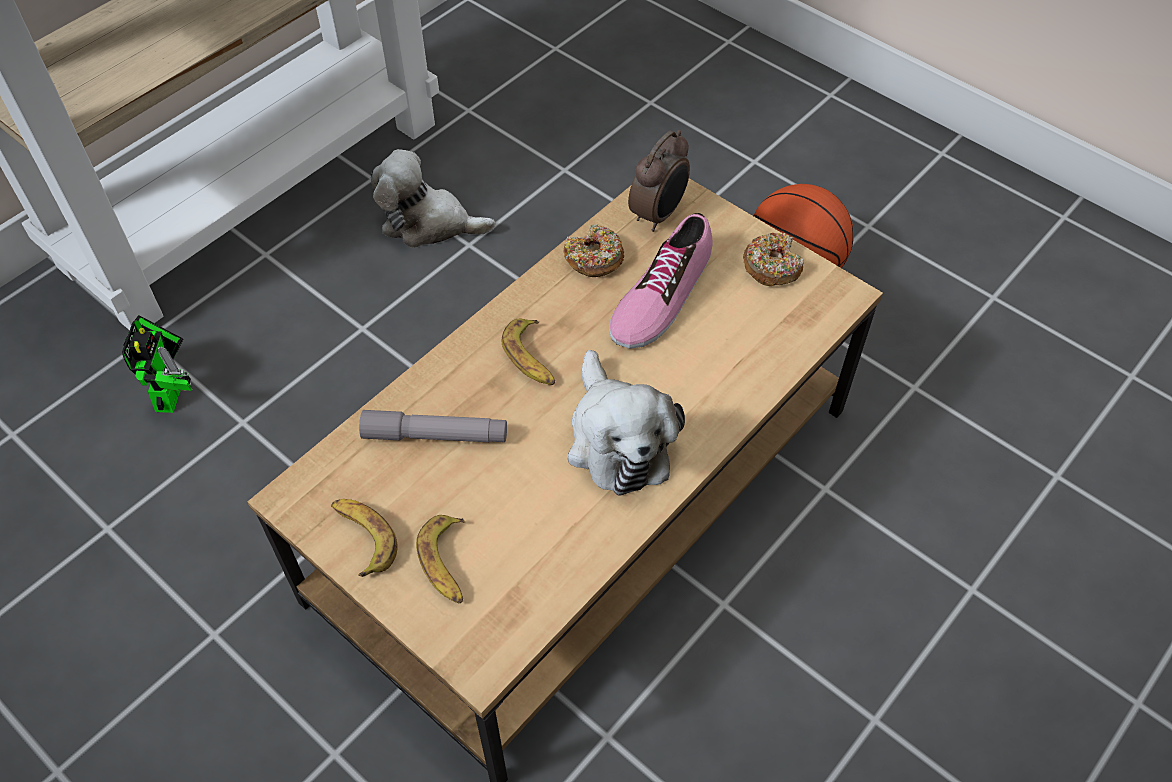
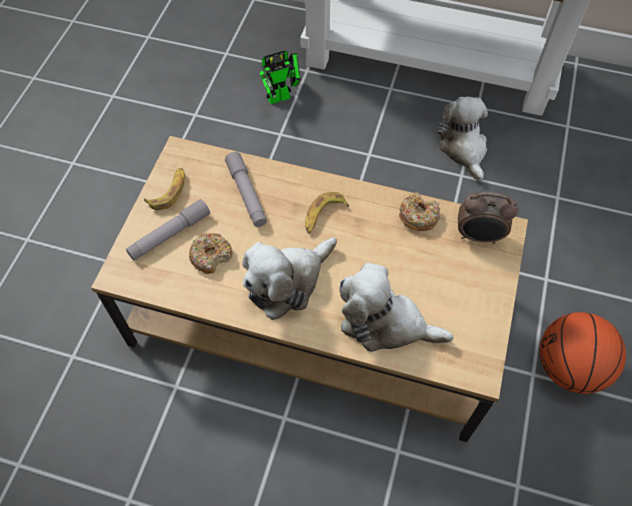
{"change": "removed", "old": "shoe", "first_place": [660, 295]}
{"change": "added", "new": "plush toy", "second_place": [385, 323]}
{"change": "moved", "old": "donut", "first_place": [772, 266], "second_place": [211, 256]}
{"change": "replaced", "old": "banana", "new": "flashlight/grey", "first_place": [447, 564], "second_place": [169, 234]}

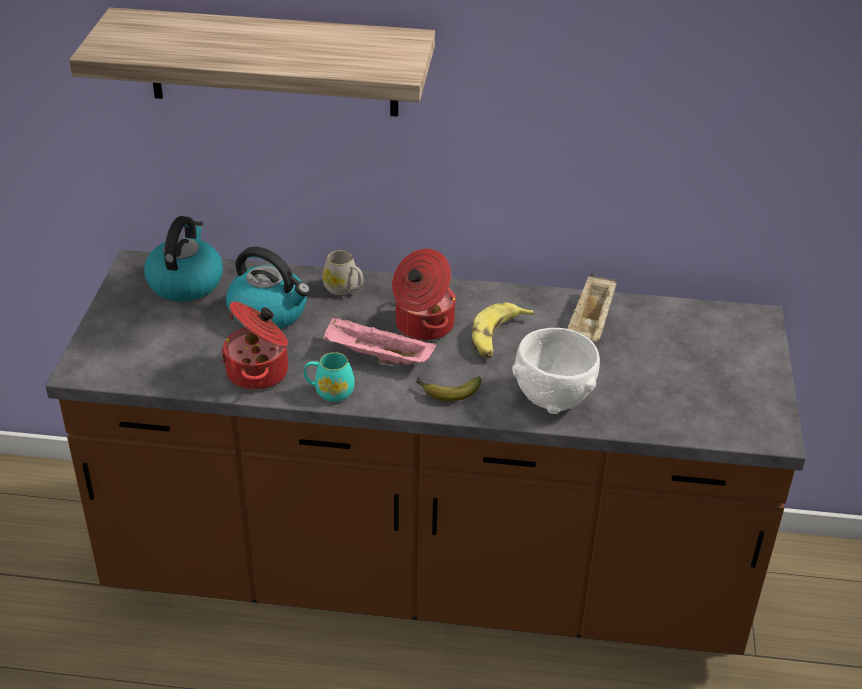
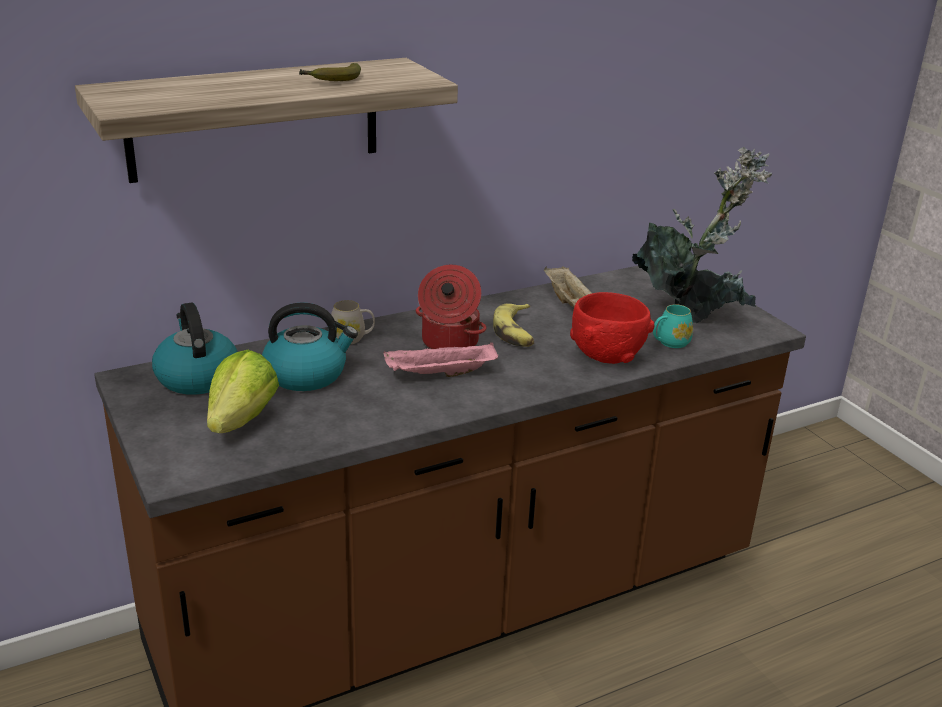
{"change": "removed", "old": "cooking pot", "first_place": [259, 372]}
{"change": "added", "new": "lettuce", "second_place": [241, 420]}
{"change": "added", "new": "potted plant", "second_place": [692, 313]}
{"change": "moved", "old": "mug/turquoise", "first_place": [329, 391], "second_place": [669, 343]}
{"change": "moved", "old": "banana", "first_place": [446, 392], "second_place": [332, 80]}
{"change": "recoloured", "old": "bowl/white", "new": "bowl/red", "first_place": [553, 398], "second_place": [606, 356]}

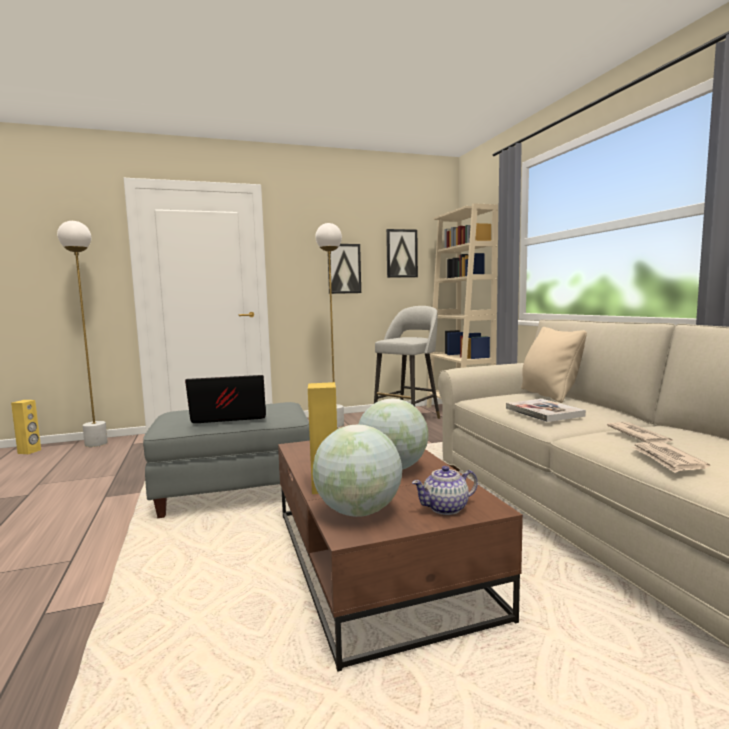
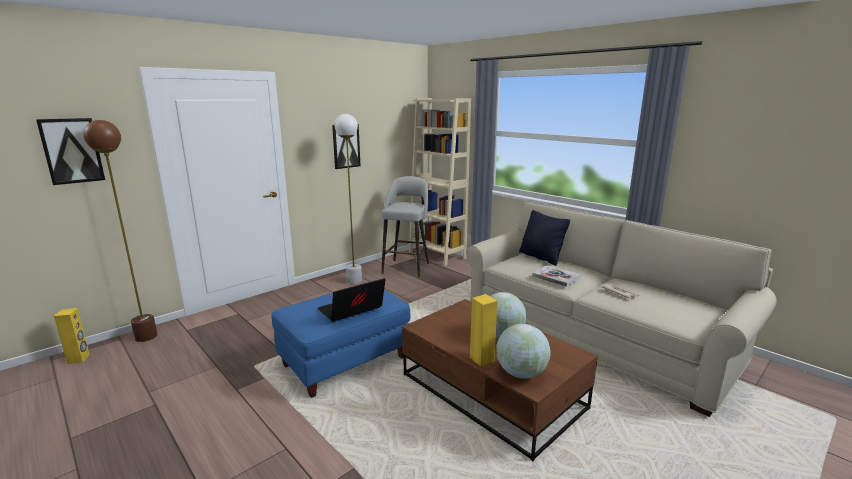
{"change": "removed", "old": "teapot", "first_place": [446, 508]}
{"change": "removed", "old": "newspaper", "first_place": [667, 459]}
{"change": "moved", "old": "picture", "first_place": [401, 253], "second_place": [72, 151]}
{"change": "recoloured", "old": "floor lamp/white", "new": "floor lamp/brown", "first_place": [96, 444], "second_place": [146, 337]}
{"change": "recoloured", "old": "ottoman/grey", "new": "ottoman/blue", "first_place": [235, 493], "second_place": [345, 362]}
{"change": "recoloured", "old": "pillow/beige", "new": "pillow/black", "first_place": [549, 395], "second_place": [541, 257]}

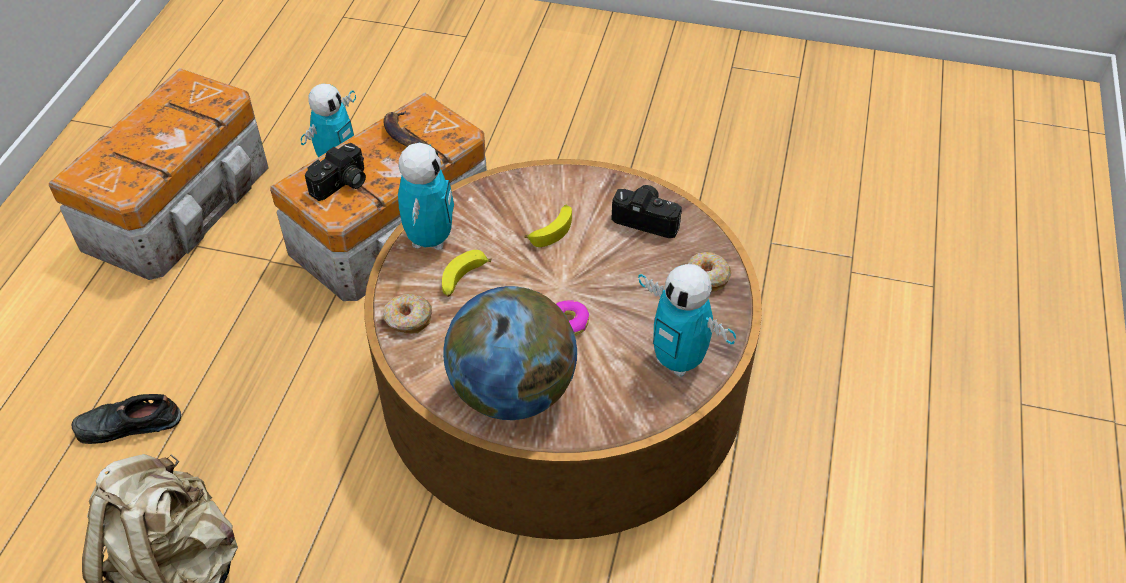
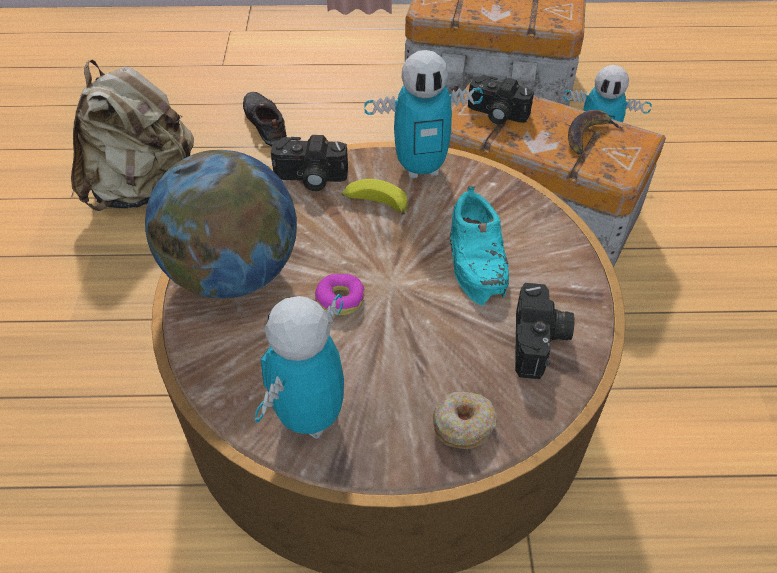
{"change": "replaced", "old": "donut", "new": "photo camera", "first_place": [408, 319], "second_place": [310, 179]}
{"change": "replaced", "old": "banana", "new": "shoe/turquoise", "first_place": [552, 229], "second_place": [478, 257]}

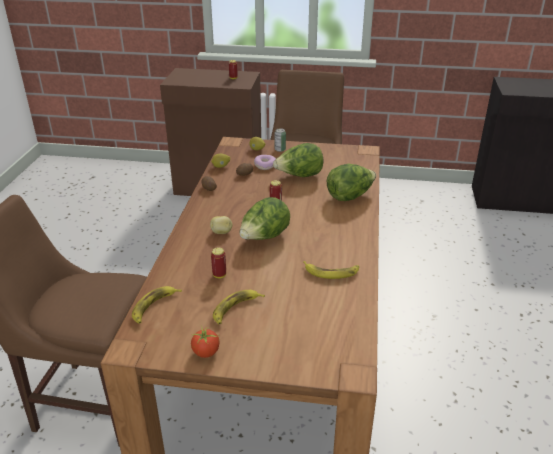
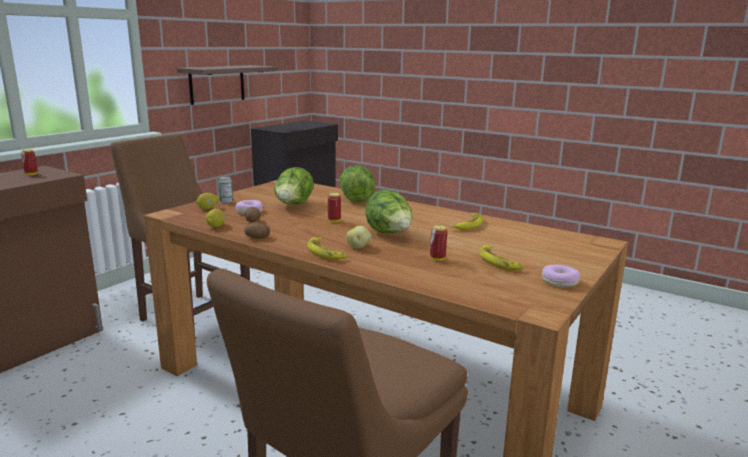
{"change": "added", "new": "shelf", "second_place": [217, 84]}
{"change": "moved", "old": "banana", "first_place": [154, 307], "second_place": [326, 252]}
{"change": "replaced", "old": "tomato", "new": "donut", "first_place": [206, 352], "second_place": [560, 282]}

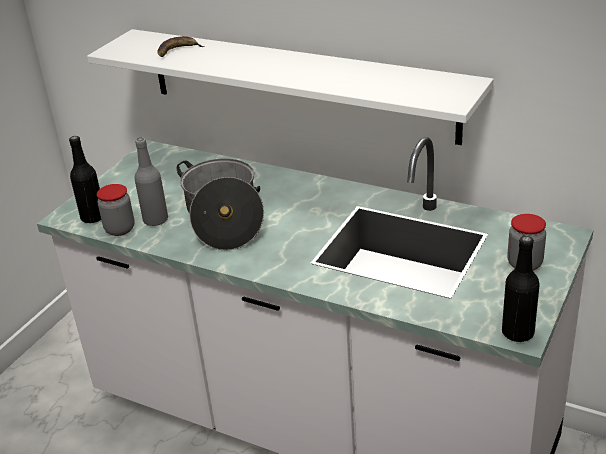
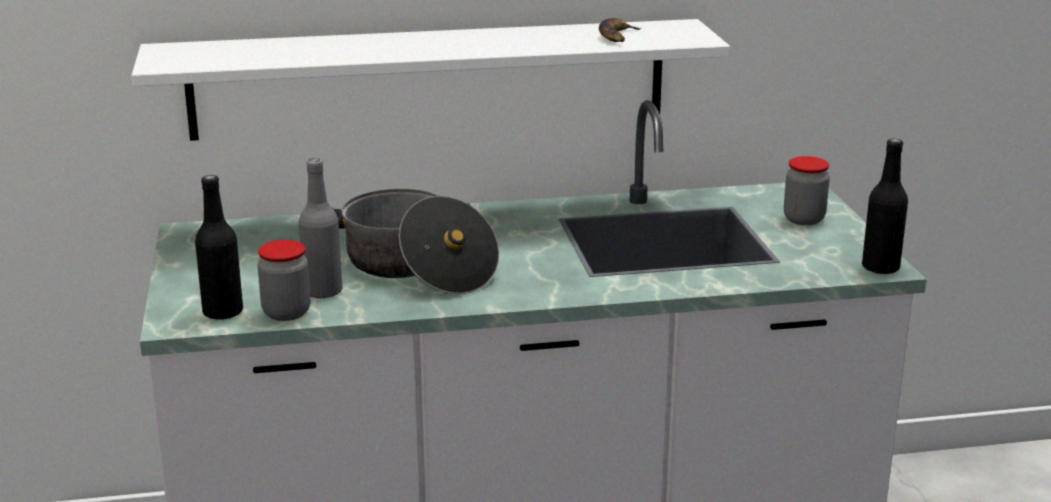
{"change": "moved", "old": "banana", "first_place": [177, 51], "second_place": [618, 36]}

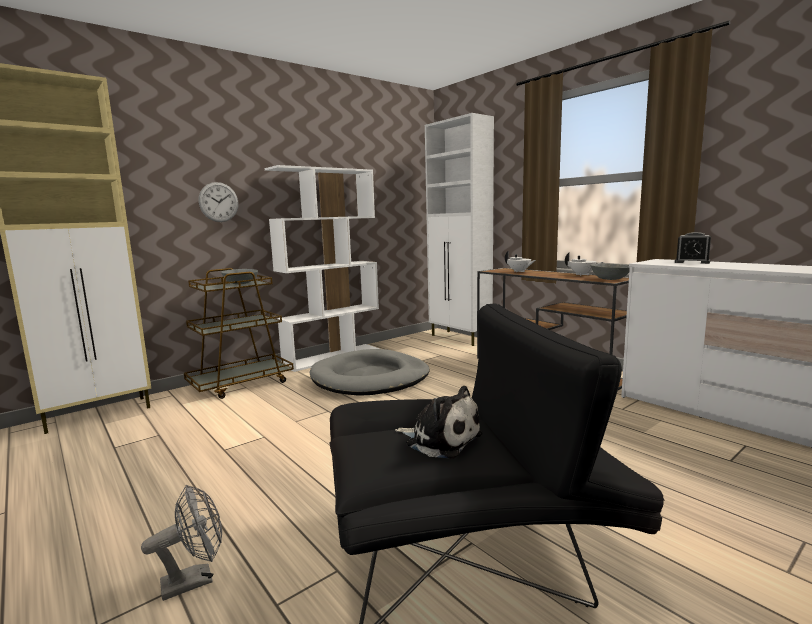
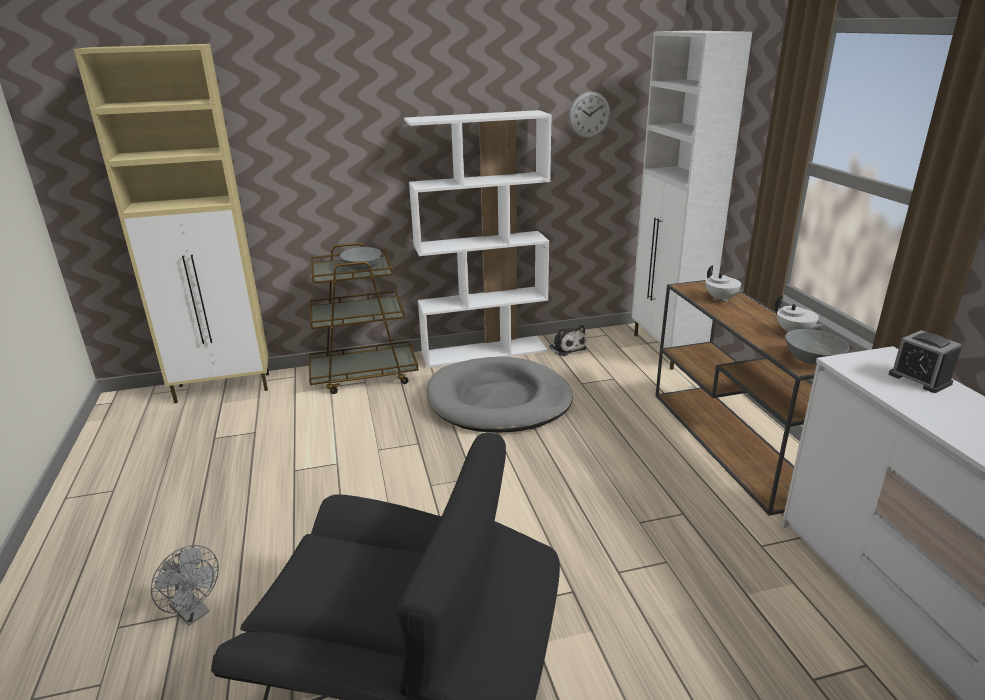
{"change": "moved", "old": "wall clock", "first_place": [218, 202], "second_place": [589, 115]}
{"change": "moved", "old": "plush toy", "first_place": [440, 439], "second_place": [566, 348]}
{"change": "turned", "old": "fan/grey", "first_place": [195, 579], "second_place": [194, 613], "degrees": 45}

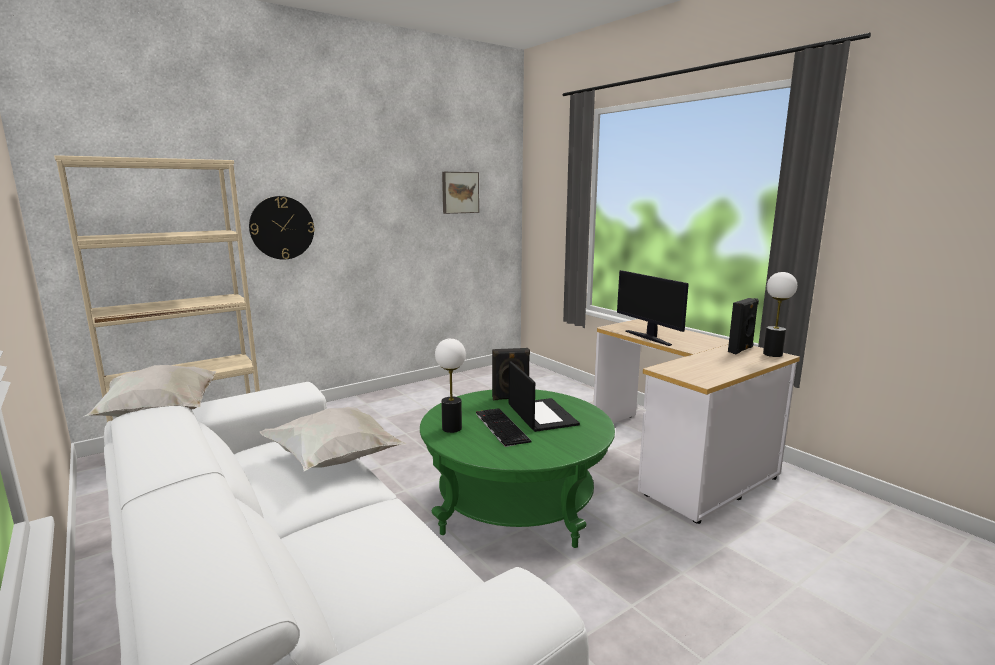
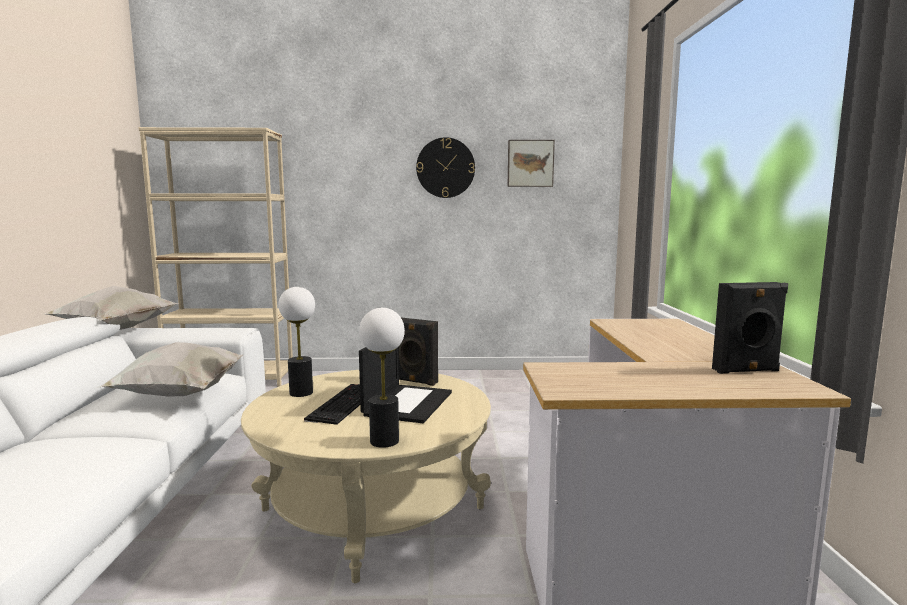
{"change": "removed", "old": "monitor", "first_place": [649, 337]}
{"change": "moved", "old": "wall clock", "first_place": [282, 228], "second_place": [445, 168]}
{"change": "moved", "old": "table lamp", "first_place": [772, 354], "second_place": [384, 441]}
{"change": "recoloured", "old": "coffee table/green", "new": "coffee table/beige", "first_place": [515, 503], "second_place": [372, 509]}

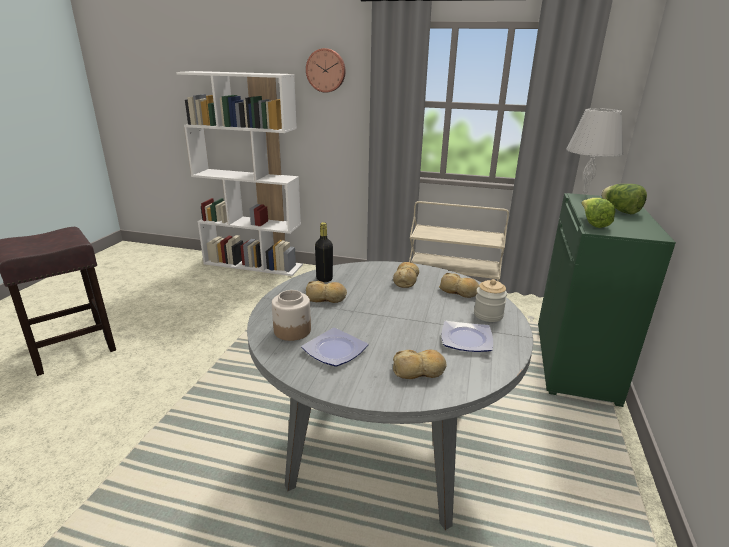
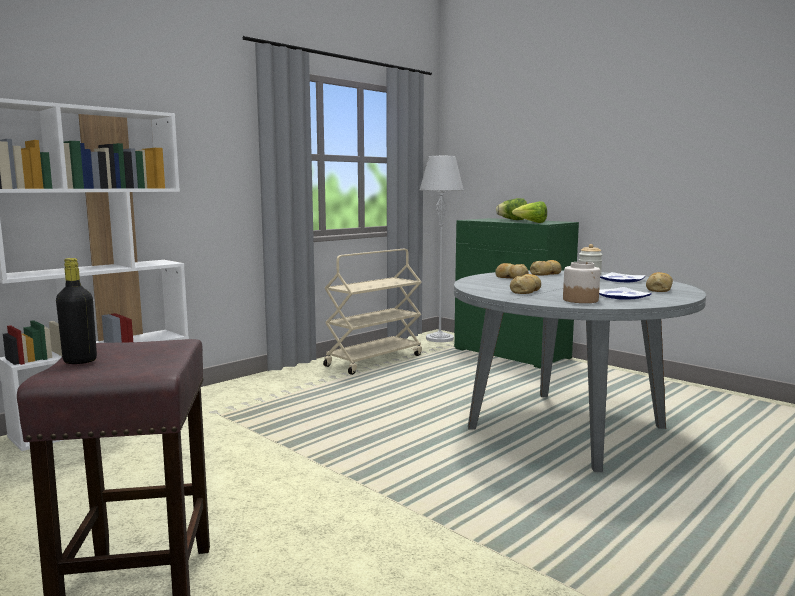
{"change": "removed", "old": "wall clock", "first_place": [326, 70]}
{"change": "moved", "old": "bottle/black", "first_place": [324, 279], "second_place": [80, 361]}

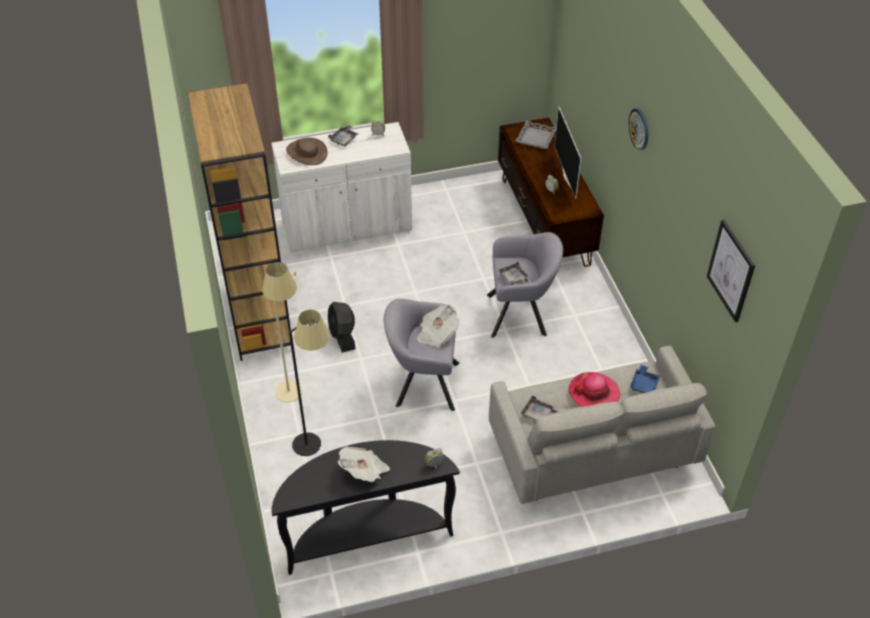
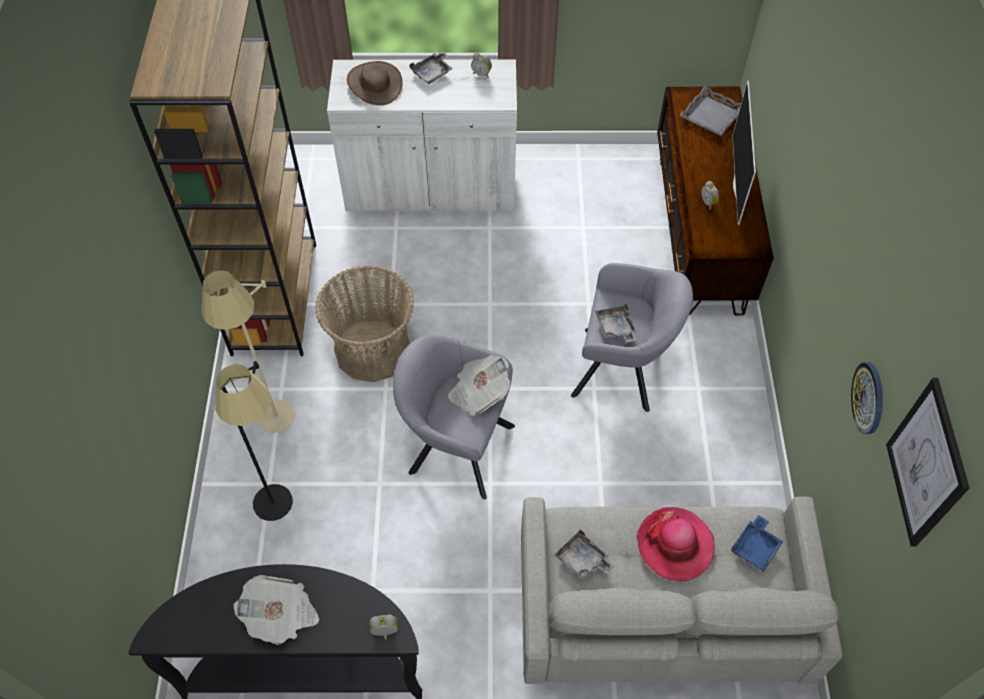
{"change": "moved", "old": "wall clock", "first_place": [639, 128], "second_place": [869, 398]}
{"change": "replaced", "old": "fan/black", "new": "basket", "first_place": [342, 336], "second_place": [373, 349]}

